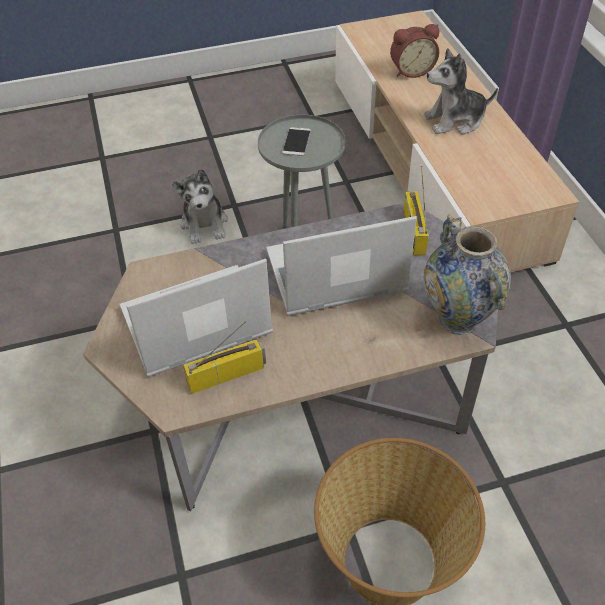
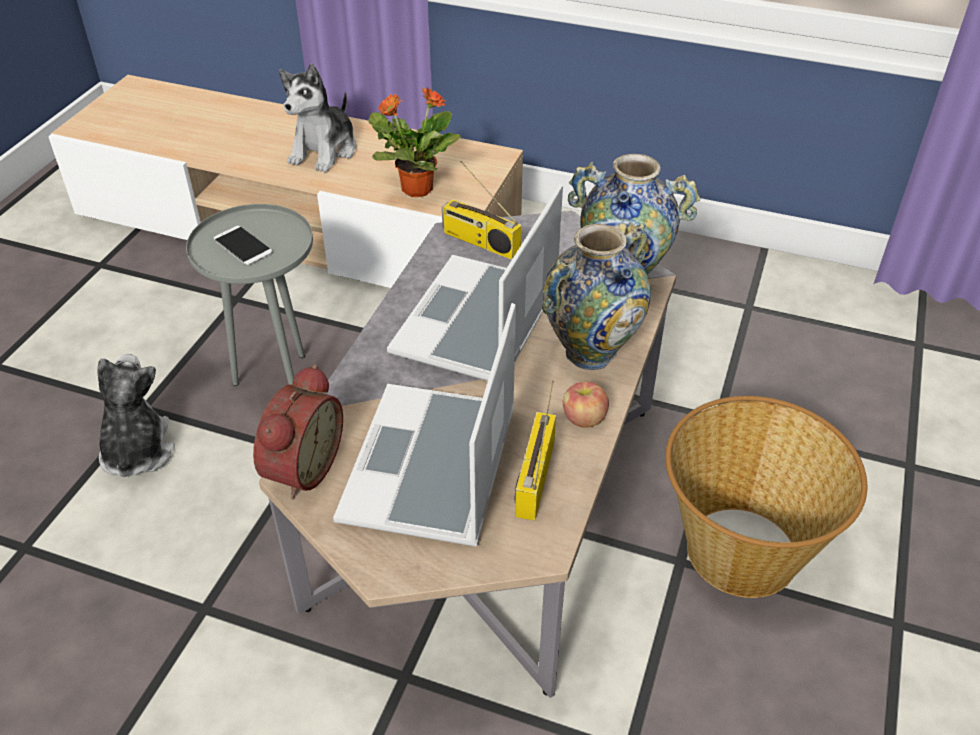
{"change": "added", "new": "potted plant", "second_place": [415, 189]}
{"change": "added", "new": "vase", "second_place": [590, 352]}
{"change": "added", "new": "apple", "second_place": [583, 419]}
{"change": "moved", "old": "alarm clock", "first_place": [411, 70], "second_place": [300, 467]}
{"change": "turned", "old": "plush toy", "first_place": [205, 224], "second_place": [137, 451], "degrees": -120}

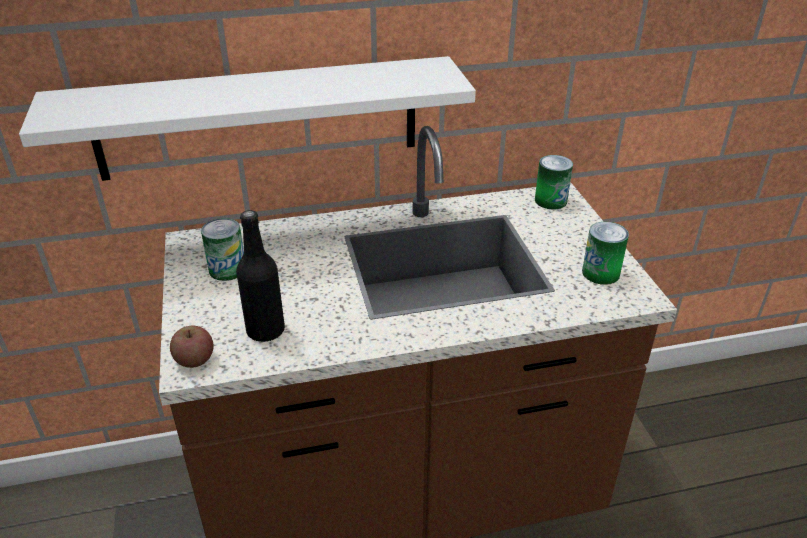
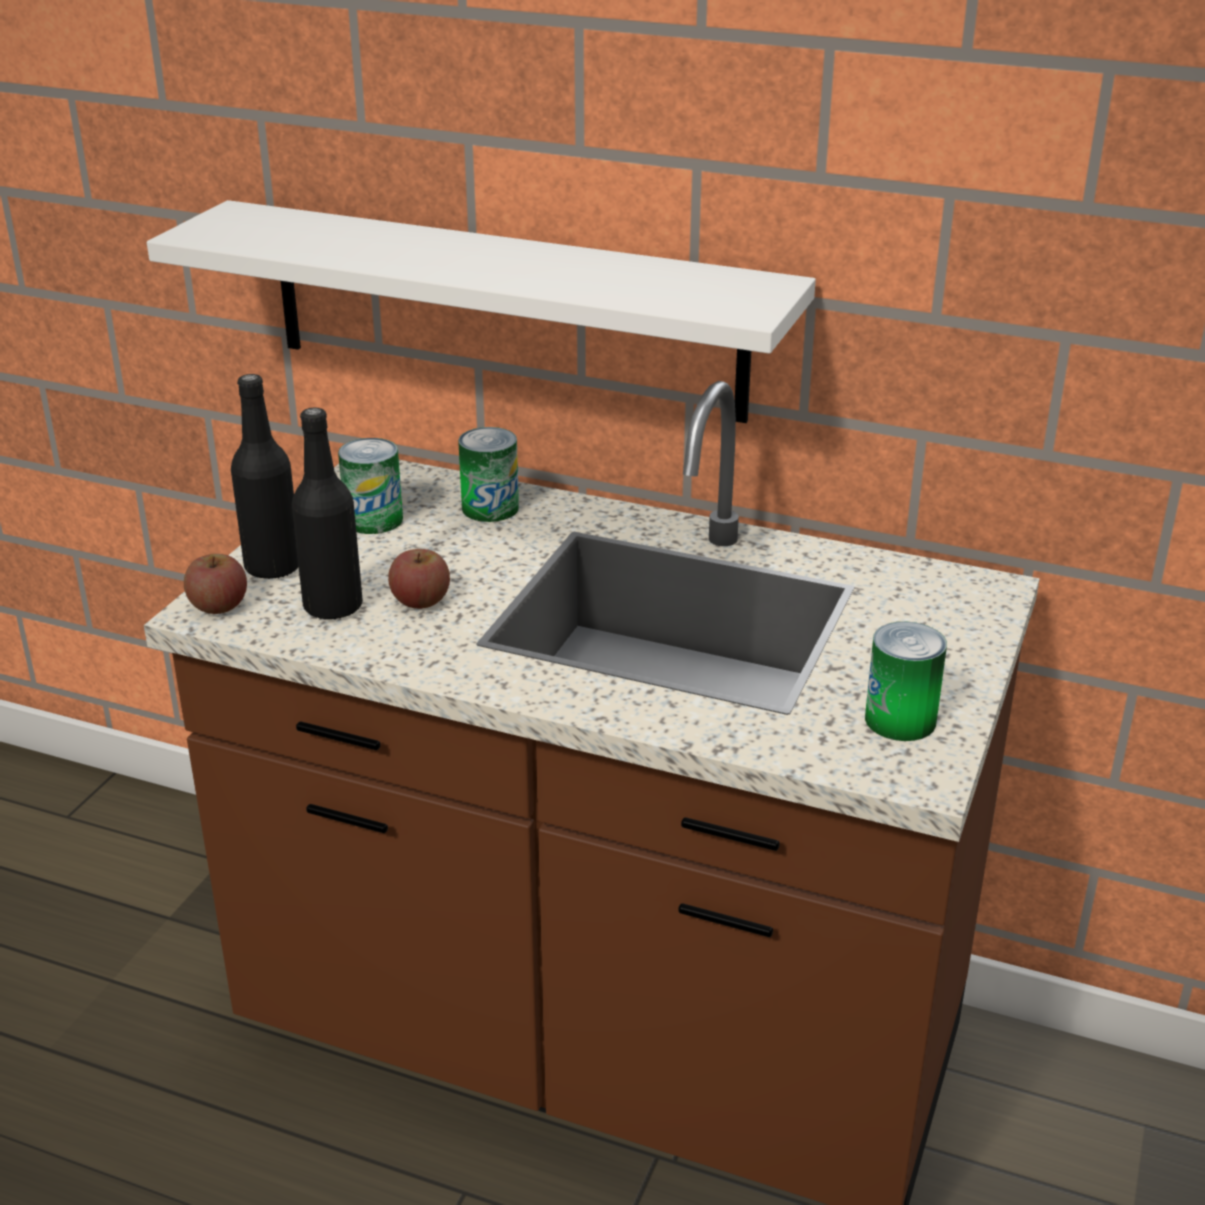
{"change": "added", "new": "bottle/black", "second_place": [273, 567]}
{"change": "added", "new": "apple", "second_place": [420, 601]}
{"change": "moved", "old": "can", "first_place": [550, 200], "second_place": [490, 508]}

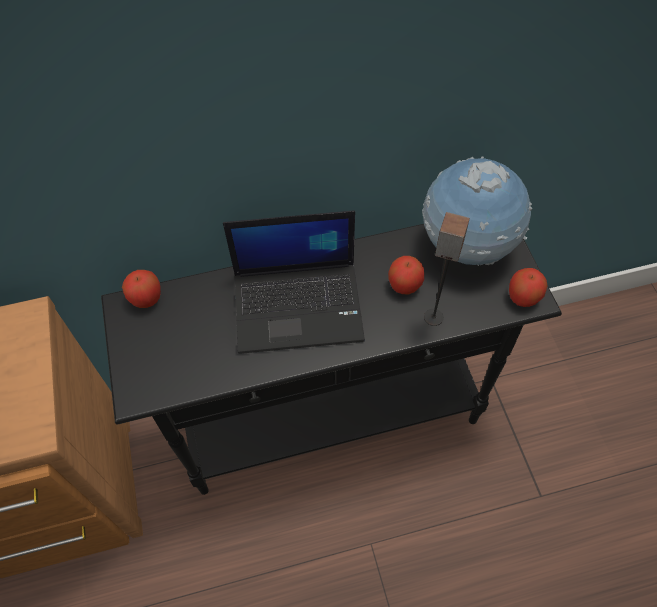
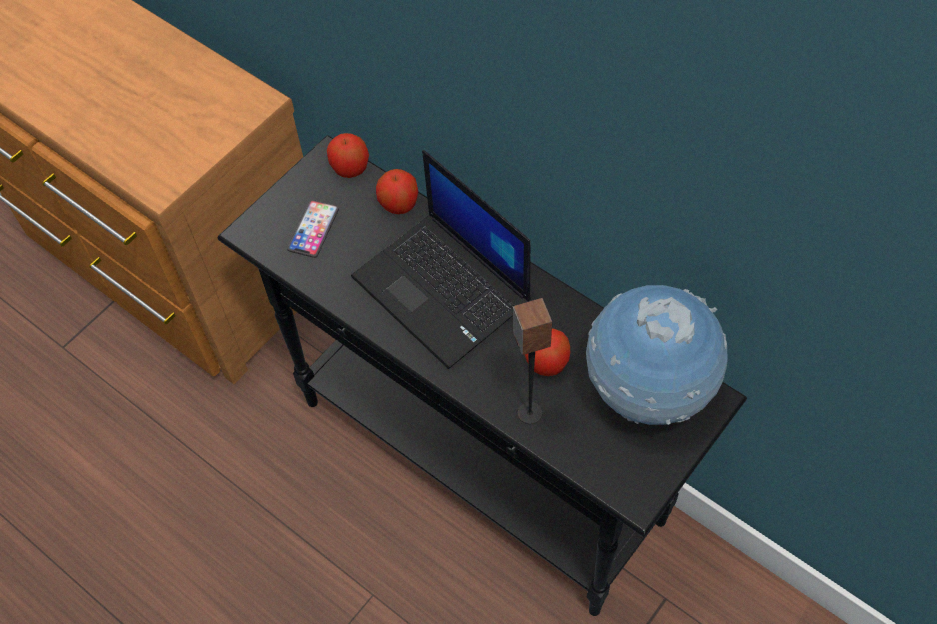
{"change": "added", "new": "phone", "second_place": [313, 229]}
{"change": "moved", "old": "apple", "first_place": [523, 297], "second_place": [399, 204]}

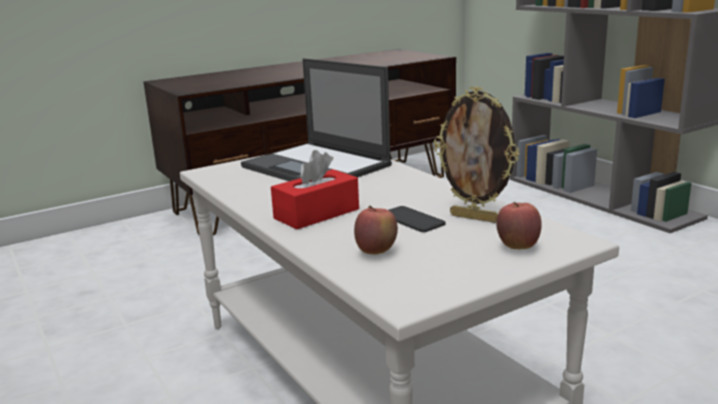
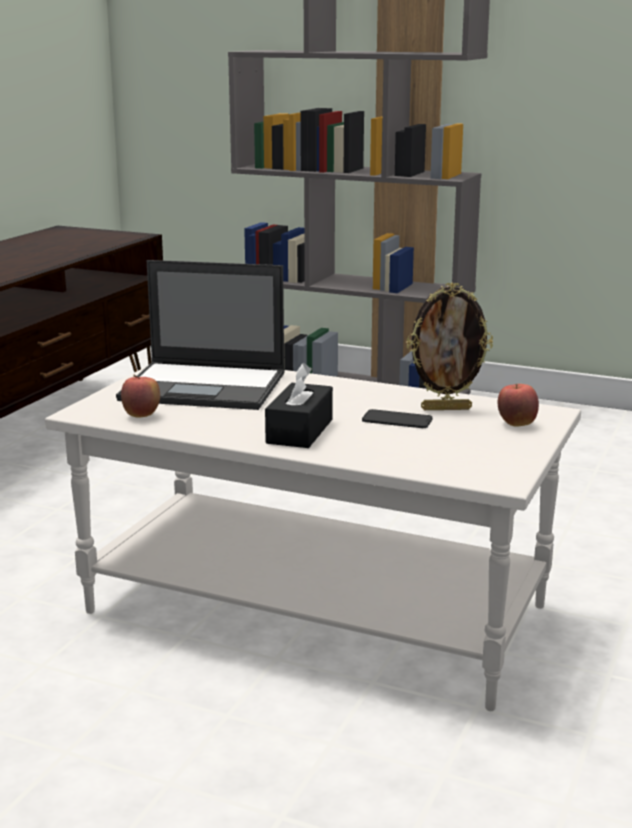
{"change": "moved", "old": "apple", "first_place": [376, 252], "second_place": [142, 416]}
{"change": "recoloured", "old": "tissue box/red", "new": "tissue box/black", "first_place": [316, 214], "second_place": [299, 431]}

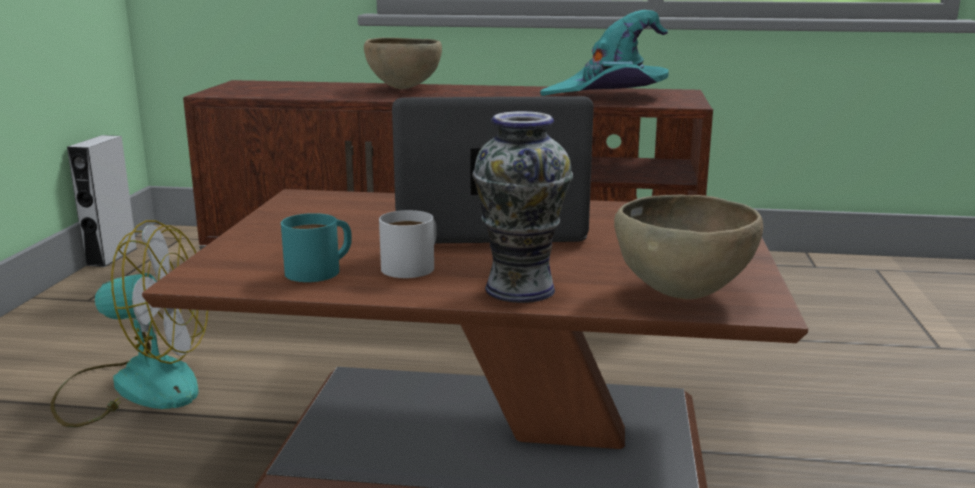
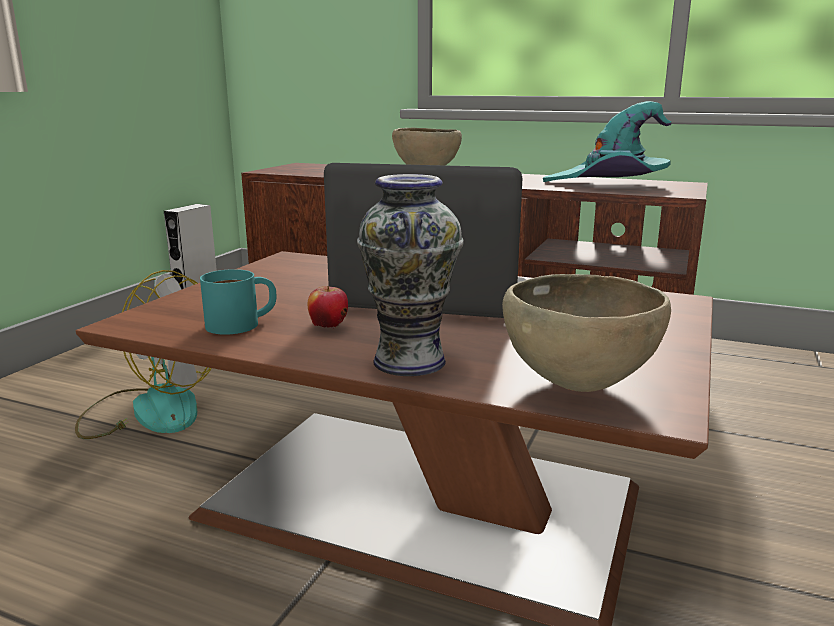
{"change": "replaced", "old": "mug/white", "new": "apple", "first_place": [414, 265], "second_place": [329, 327]}

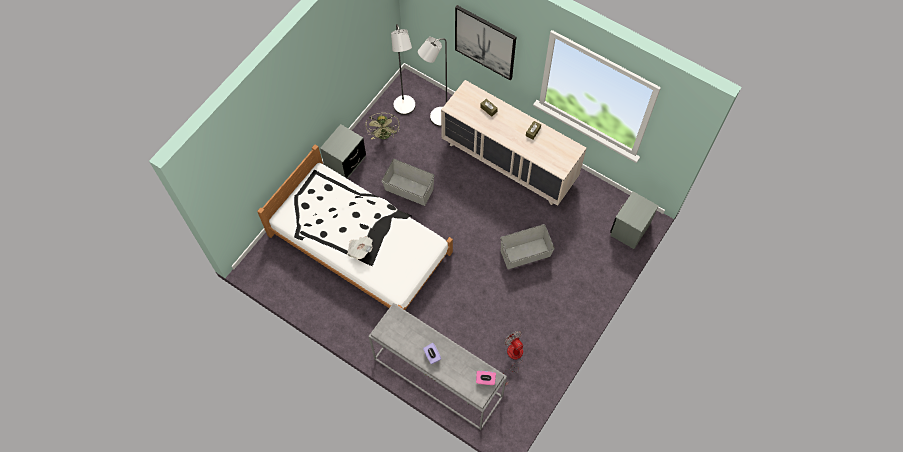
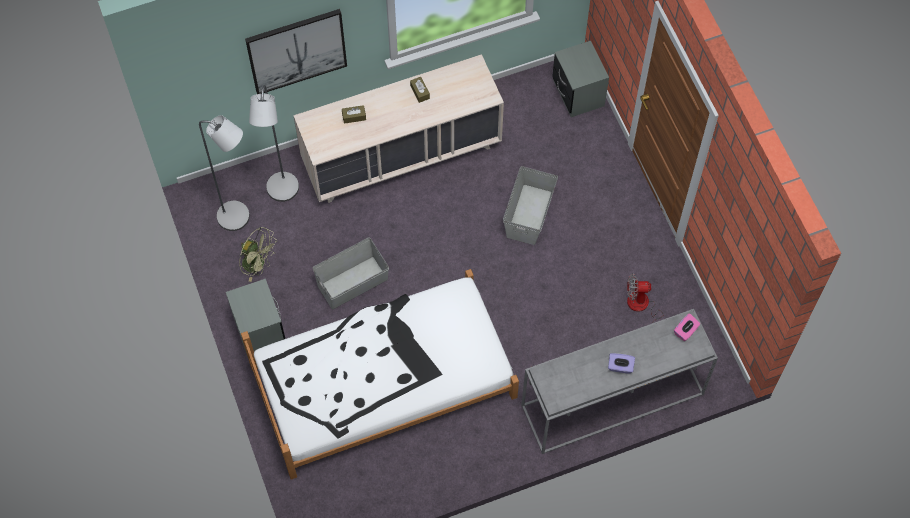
{"change": "removed", "old": "newspaper", "first_place": [360, 250]}

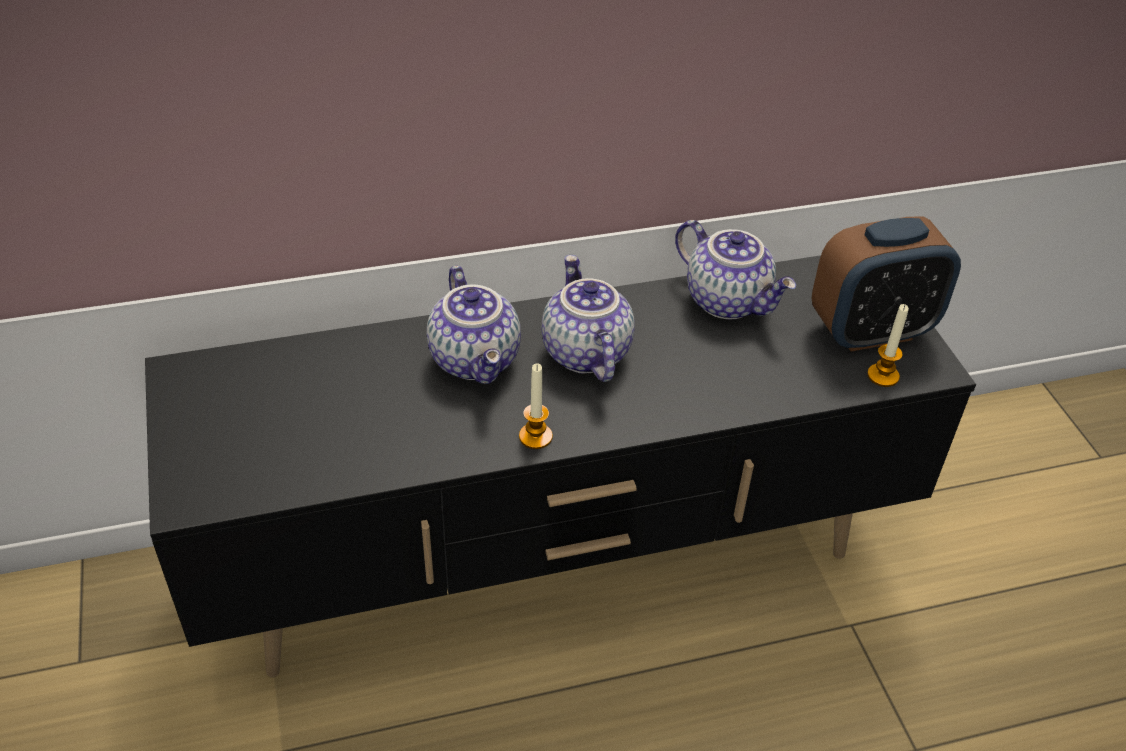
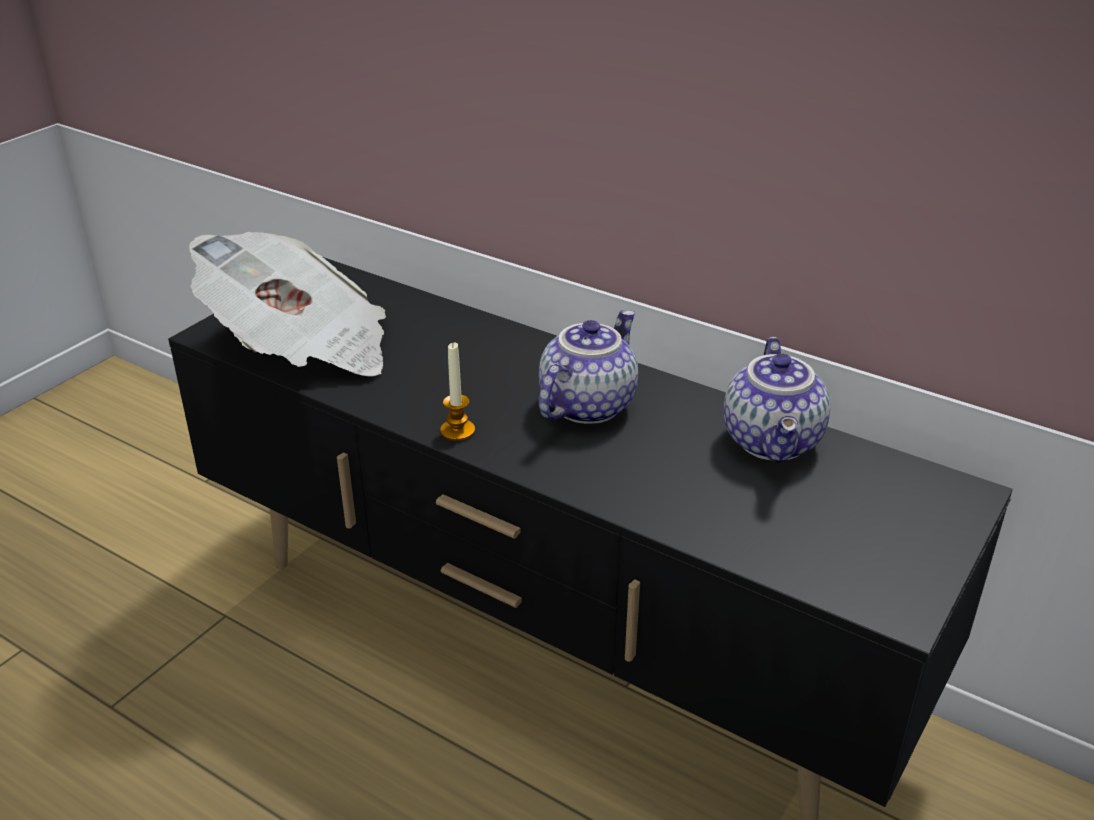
{"change": "removed", "old": "teapot", "first_place": [477, 360]}
{"change": "removed", "old": "alarm clock", "first_place": [871, 331]}
{"change": "removed", "old": "candle", "first_place": [883, 376]}
{"change": "added", "new": "newspaper", "second_place": [302, 348]}

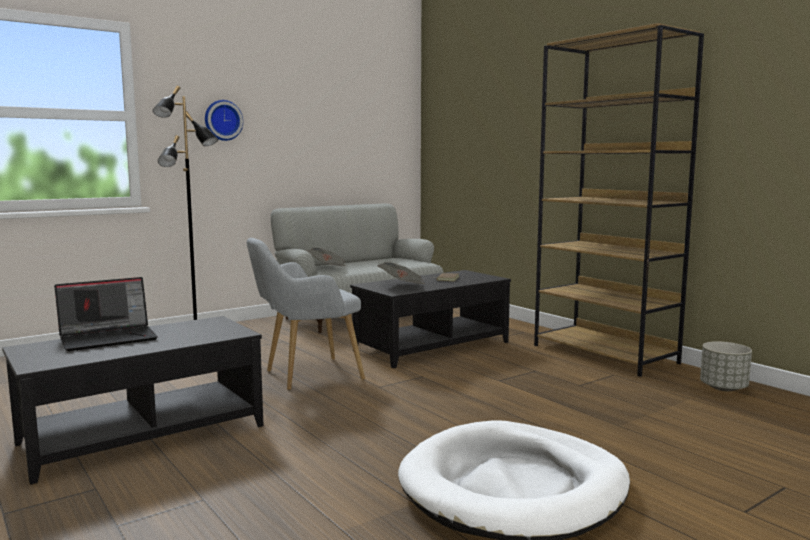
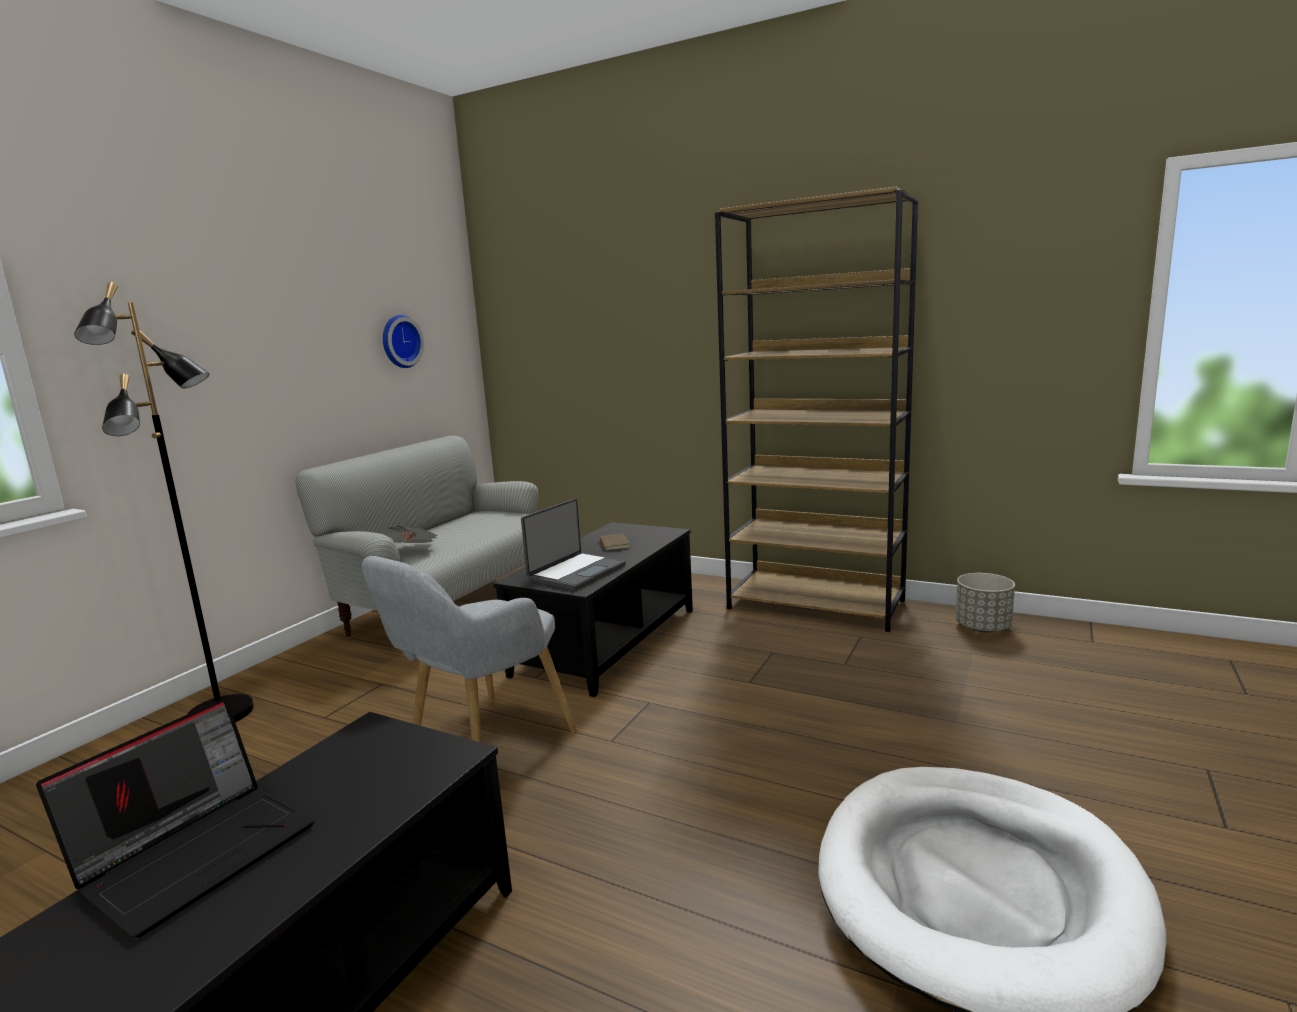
{"change": "moved", "old": "wall clock", "first_place": [222, 120], "second_place": [399, 341]}
{"change": "replaced", "old": "newspaper", "new": "laptop", "first_place": [403, 286], "second_place": [576, 572]}

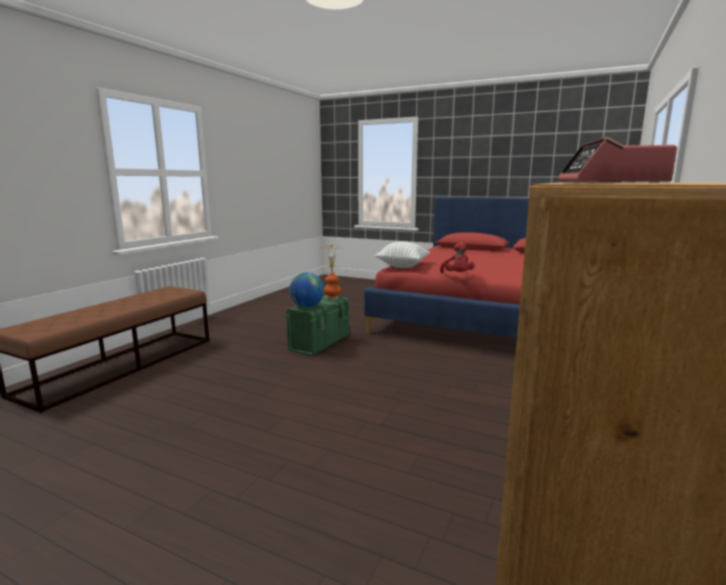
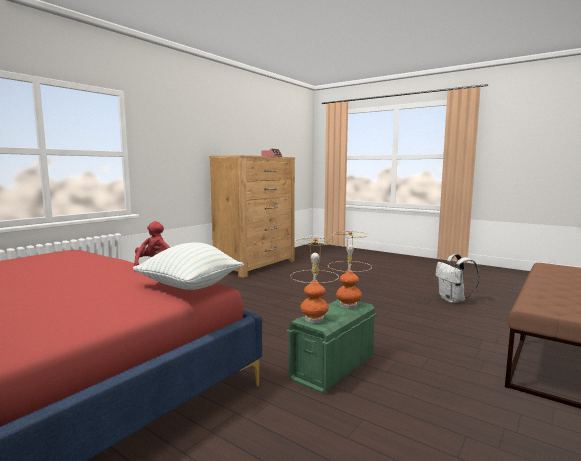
{"change": "added", "new": "backpack/white", "second_place": [453, 300]}
{"change": "replaced", "old": "globe", "new": "table lamp", "first_place": [307, 306], "second_place": [348, 305]}

